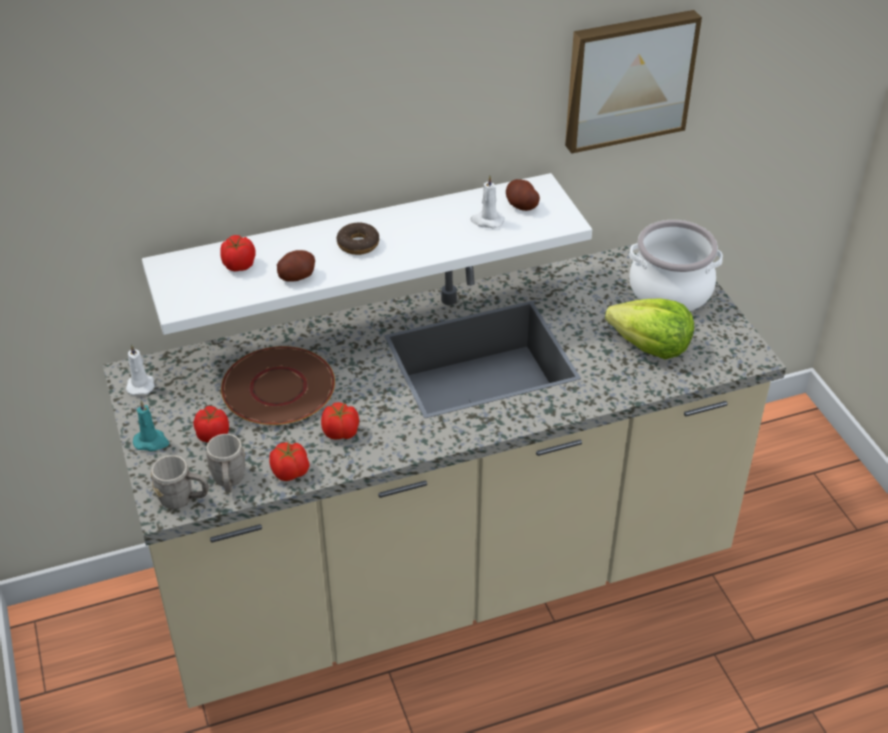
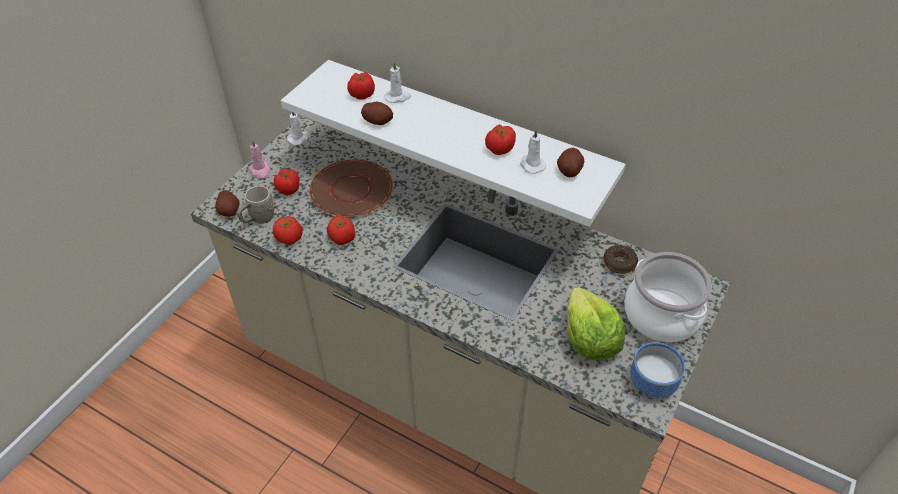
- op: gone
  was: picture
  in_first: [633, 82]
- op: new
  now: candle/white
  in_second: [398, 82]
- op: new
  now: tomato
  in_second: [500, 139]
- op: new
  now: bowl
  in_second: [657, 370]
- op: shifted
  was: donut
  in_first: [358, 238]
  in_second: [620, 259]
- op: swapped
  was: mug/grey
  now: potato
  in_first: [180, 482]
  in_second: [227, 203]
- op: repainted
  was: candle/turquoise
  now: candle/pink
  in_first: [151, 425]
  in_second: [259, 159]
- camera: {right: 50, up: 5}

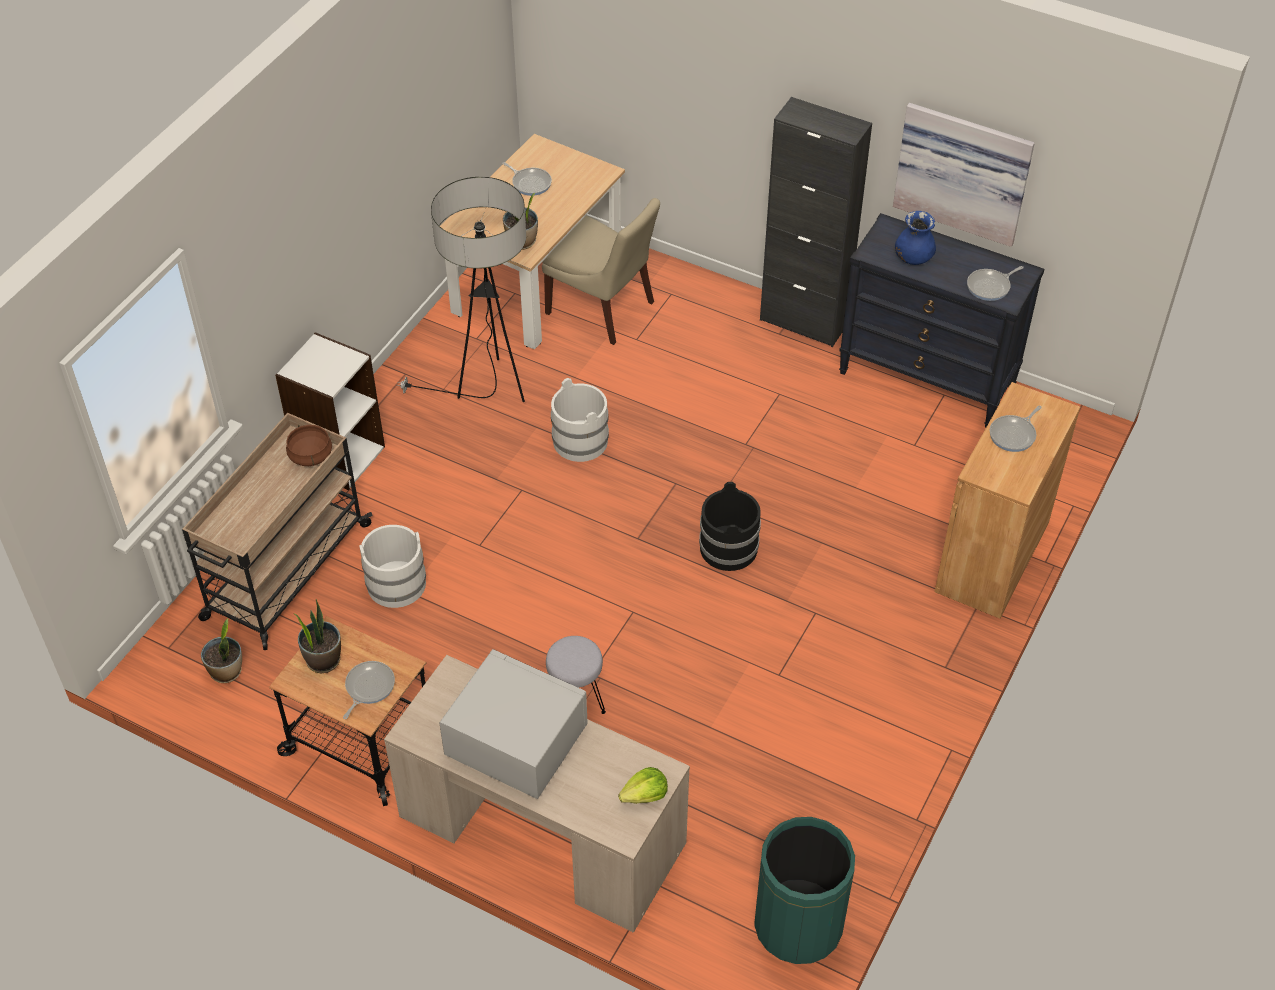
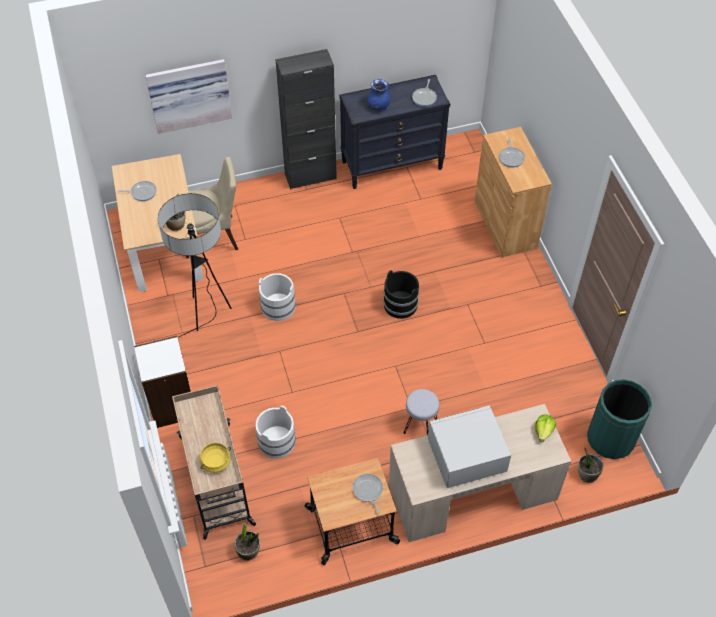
- op: gone
  was: cooking pot/brown
  in_first: [309, 445]
- op: new
  now: cooking pot/yellow
  in_second: [215, 457]
- op: shifted
  was: potted plant
  in_first: [317, 636]
  in_second: [590, 465]
- op: shifted
  was: picture
  in_first: [964, 175]
  in_second: [188, 96]
- camera: {right: -45, up: 5}

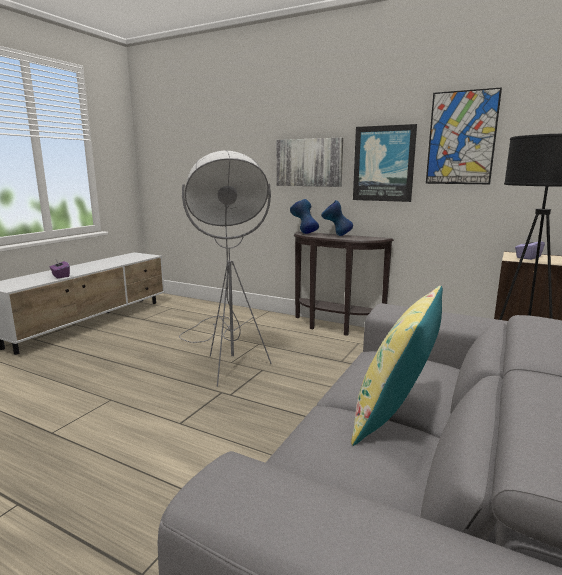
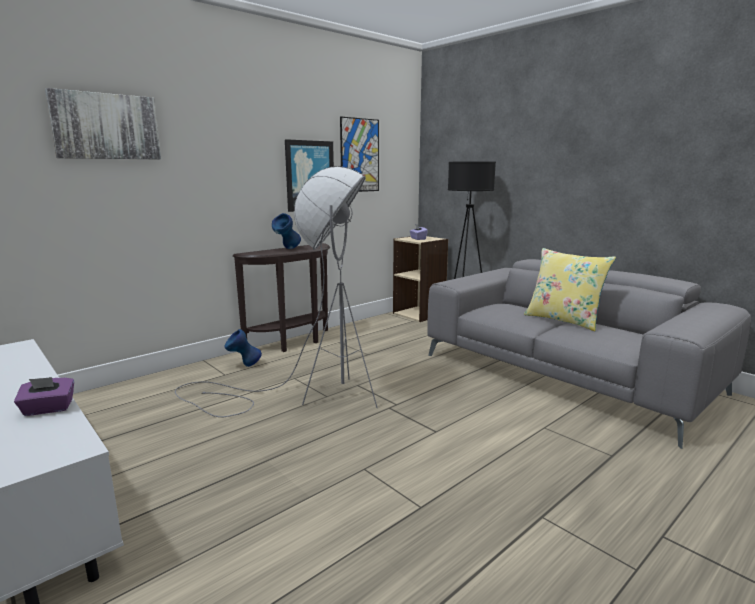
- op: shifted
  was: picture
  in_first: [309, 162]
  in_second: [103, 123]
- op: shifted
  was: vase/blue
  in_first: [304, 216]
  in_second: [243, 348]
- camera: {right: -70, up: 0}

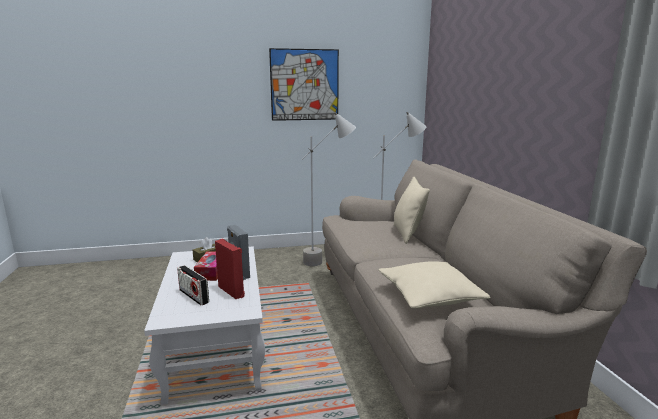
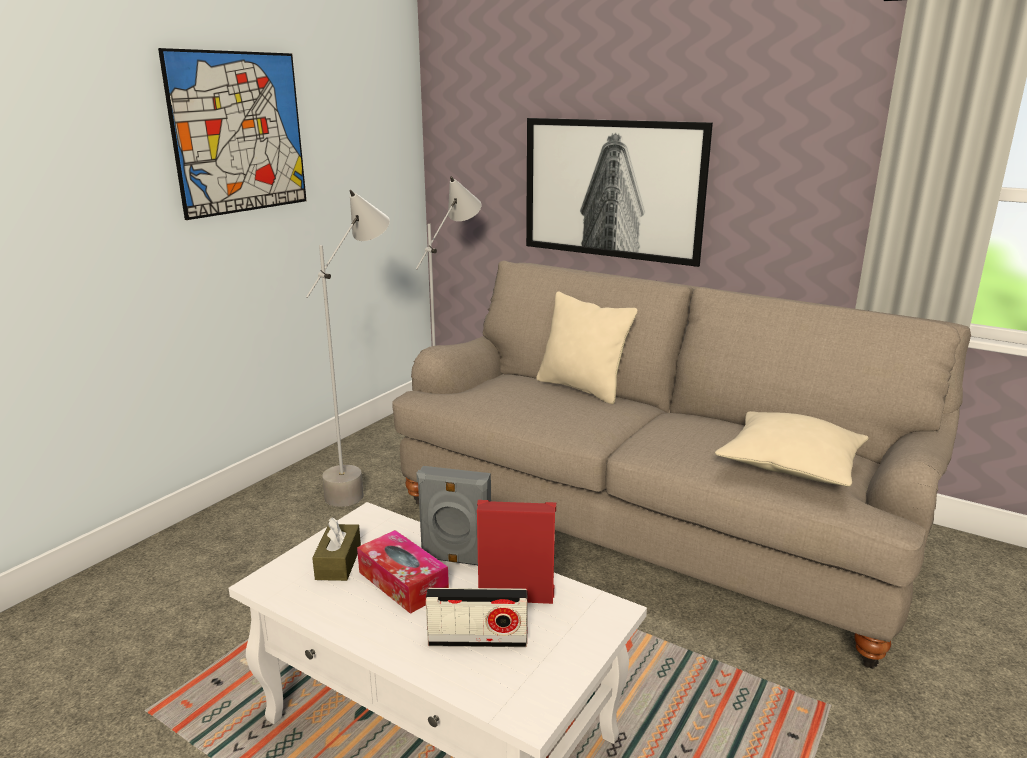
- op: new
  now: picture
  in_second: [619, 192]
- camera: {right: -45, up: 5}

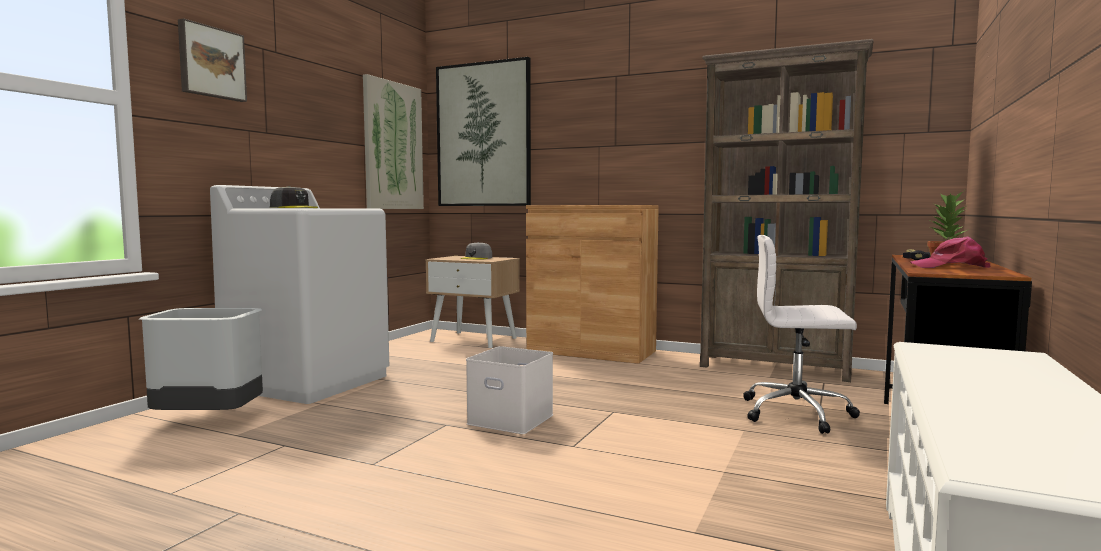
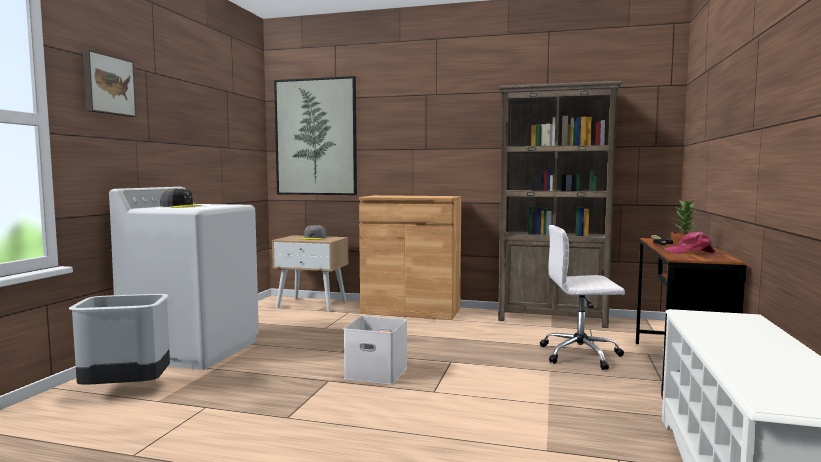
- op: gone
  was: picture
  in_first: [393, 141]
- camera: {right: -10, up: 0}

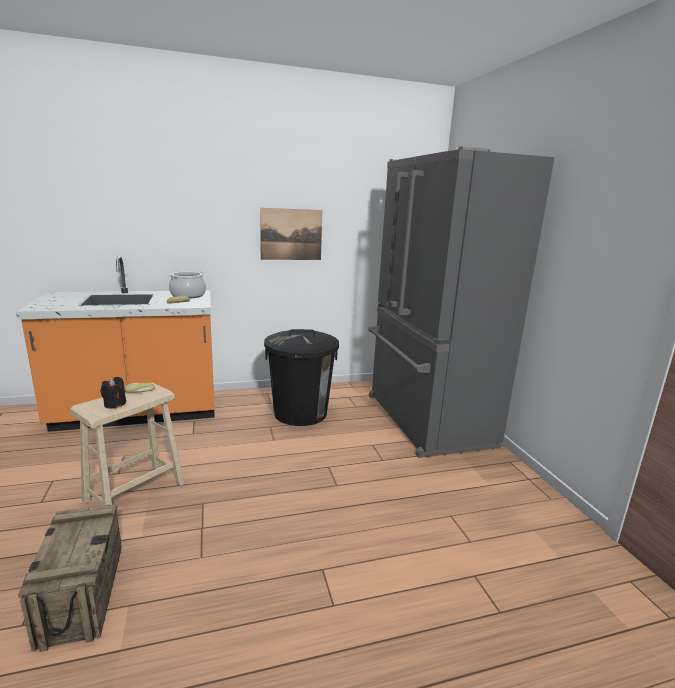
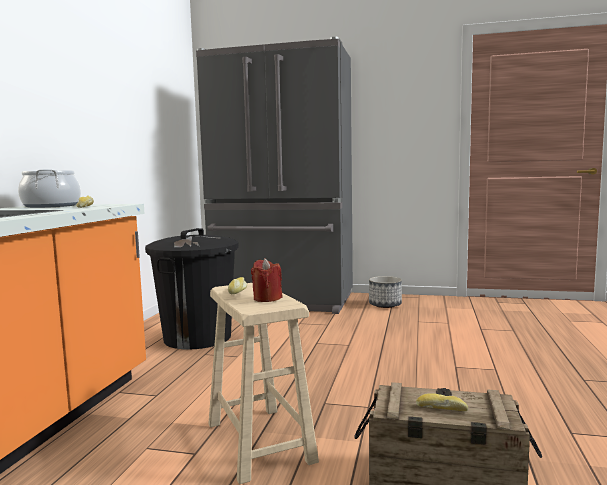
- op: gone
  was: picture
  in_first: [291, 234]
- op: new
  now: planter
  in_second: [385, 292]
- op: new
  now: bread
  in_second: [442, 402]
- op: repainted
  was: candle/black
  now: candle/red
  in_first: [113, 393]
  in_second: [266, 280]
- camera: {right: -60, up: -10}

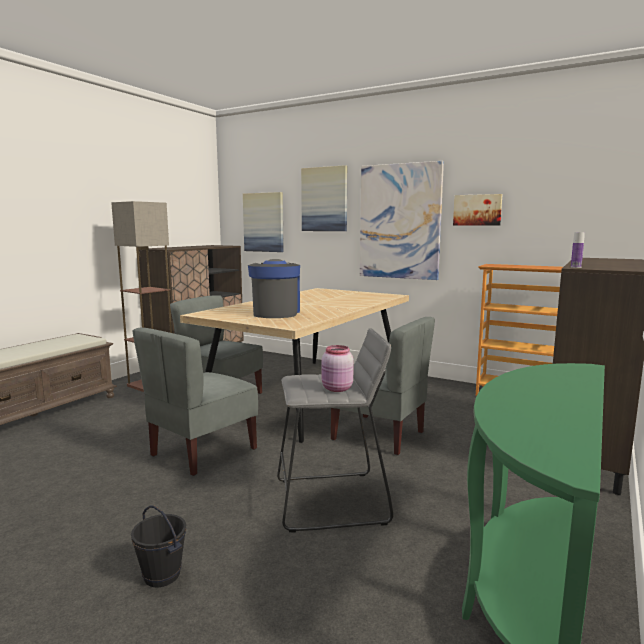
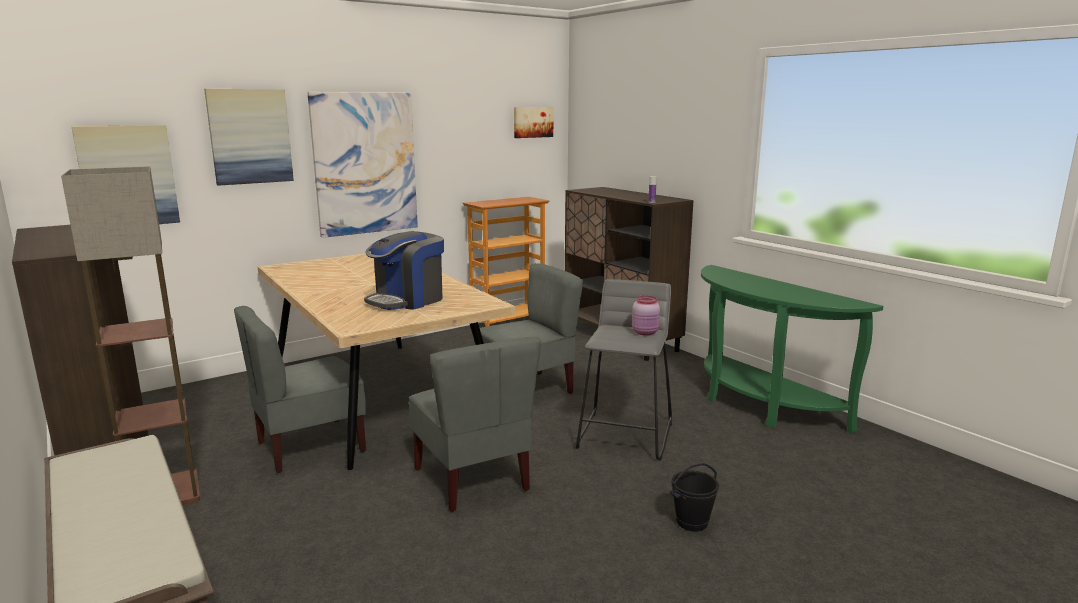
- op: shifted
  was: picture
  in_first: [478, 210]
  in_second: [533, 122]
- op: rotated
  was: coffee machine
  in_first: [274, 288]
  in_second: [404, 270]
  clockwise: -75
- camera: {right: -65, up: 5}

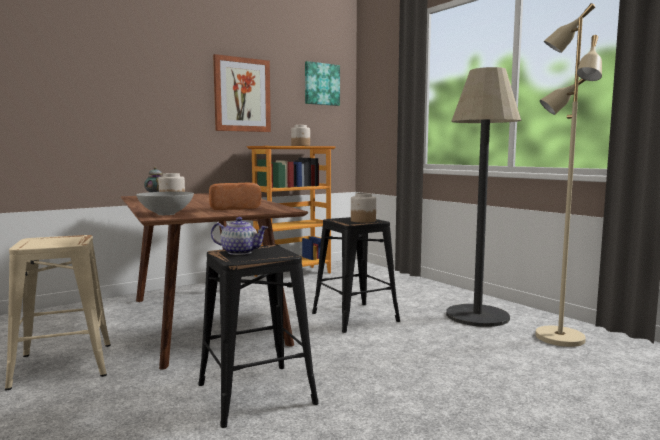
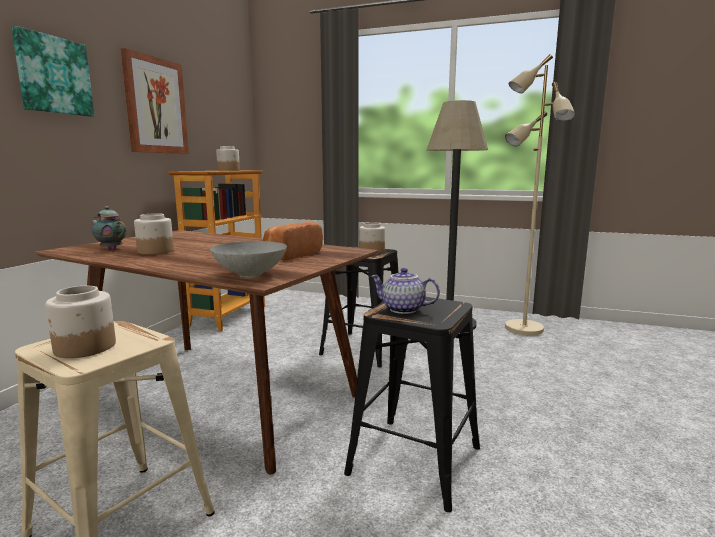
- op: new
  now: jar
  in_second: [80, 322]
- op: shifted
  was: picture
  in_first: [322, 83]
  in_second: [52, 71]
- op: rotated
  was: teapot
  in_first: [240, 236]
  in_second: [405, 291]
  clockwise: -135
- camera: {right: -35, up: 5}

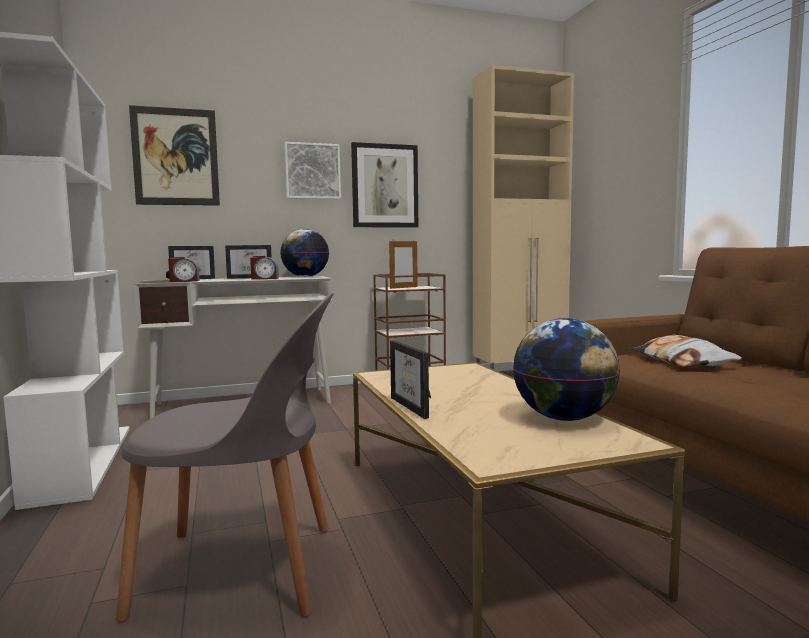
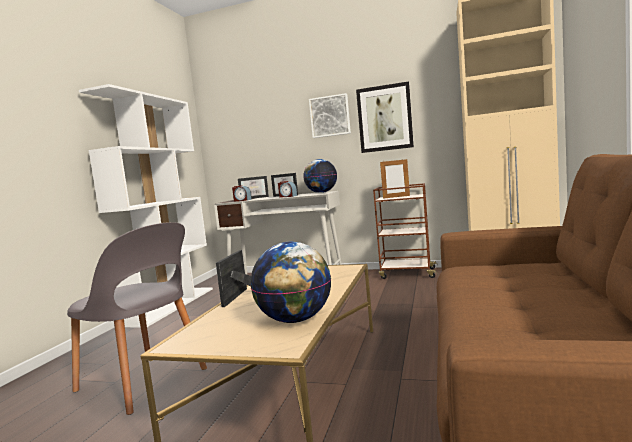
- op: gone
  was: picture
  in_first: [174, 155]
- op: gone
  was: pillow
  in_first: [686, 351]
- camera: {right: 35, up: 0}

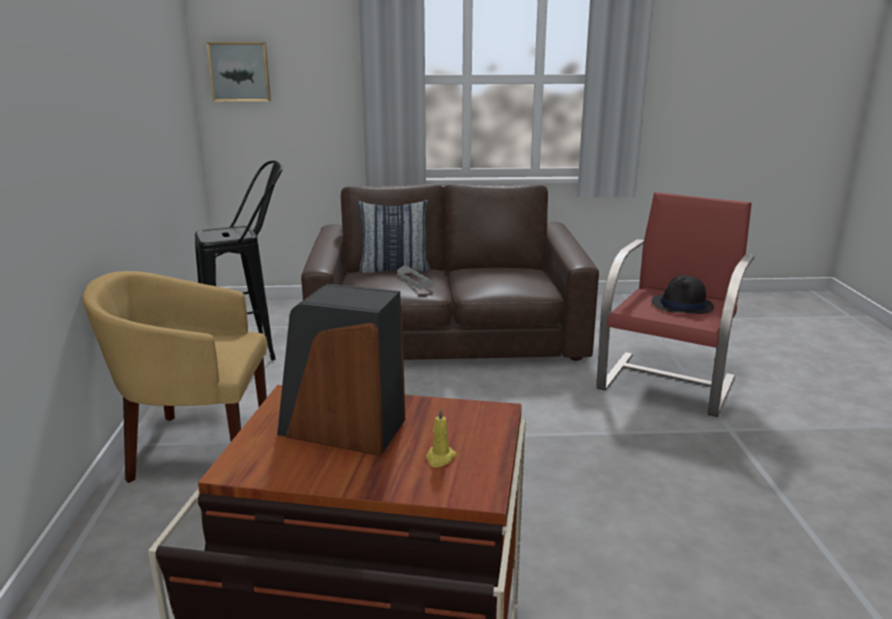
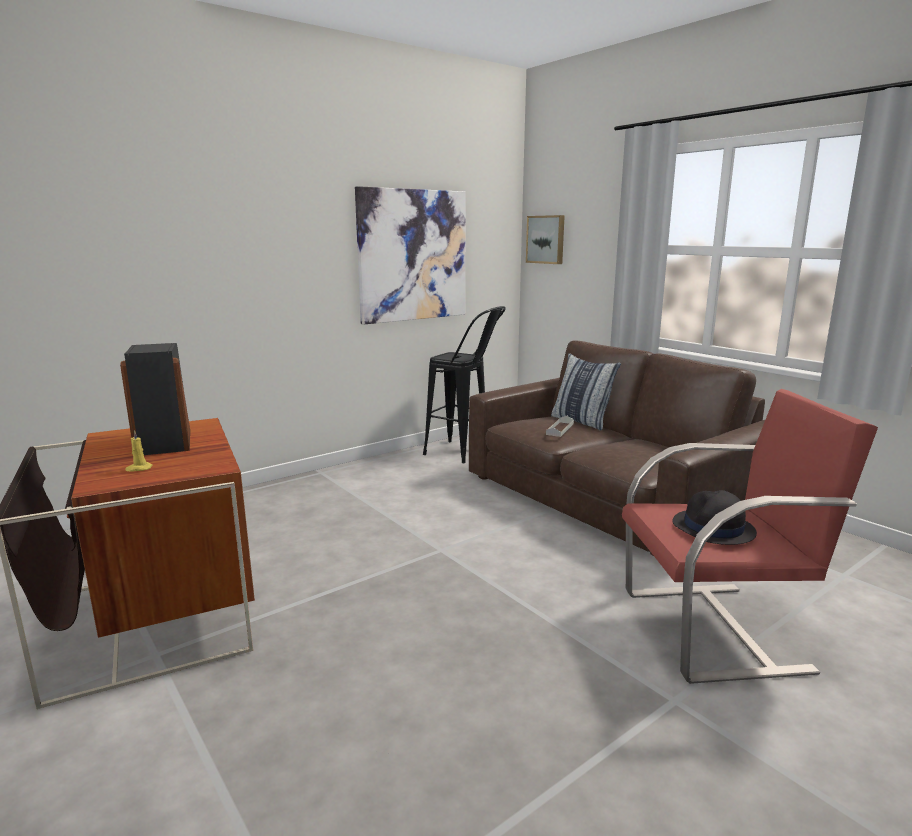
- op: gone
  was: armchair/yellow
  in_first: [175, 377]
- op: new
  now: picture
  in_second: [410, 255]
- camera: {right: 55, up: -5}

